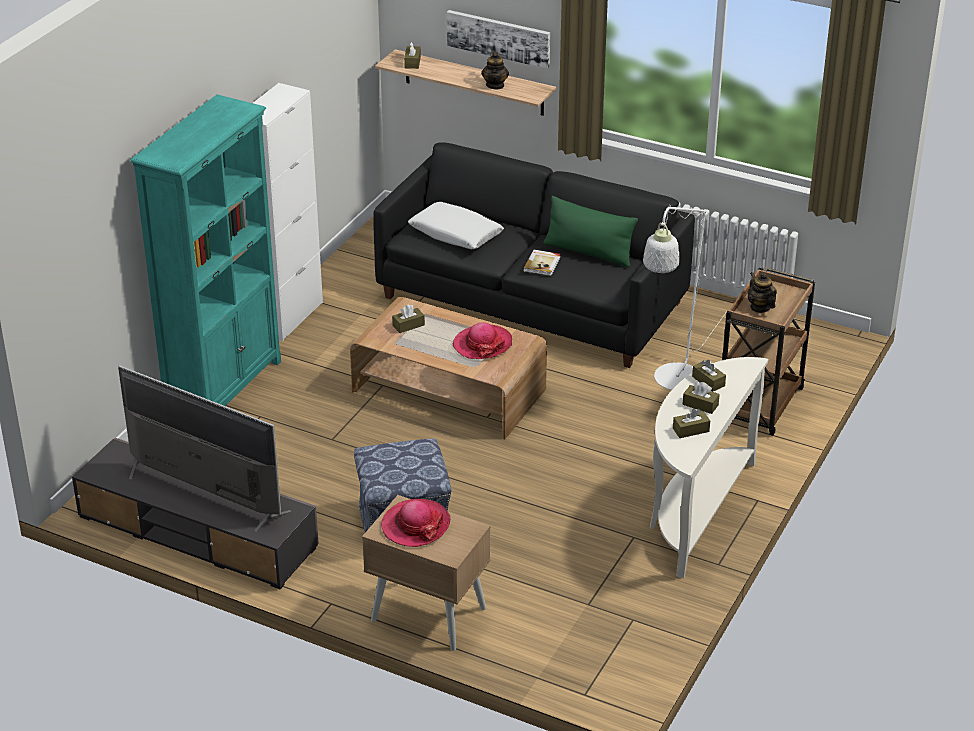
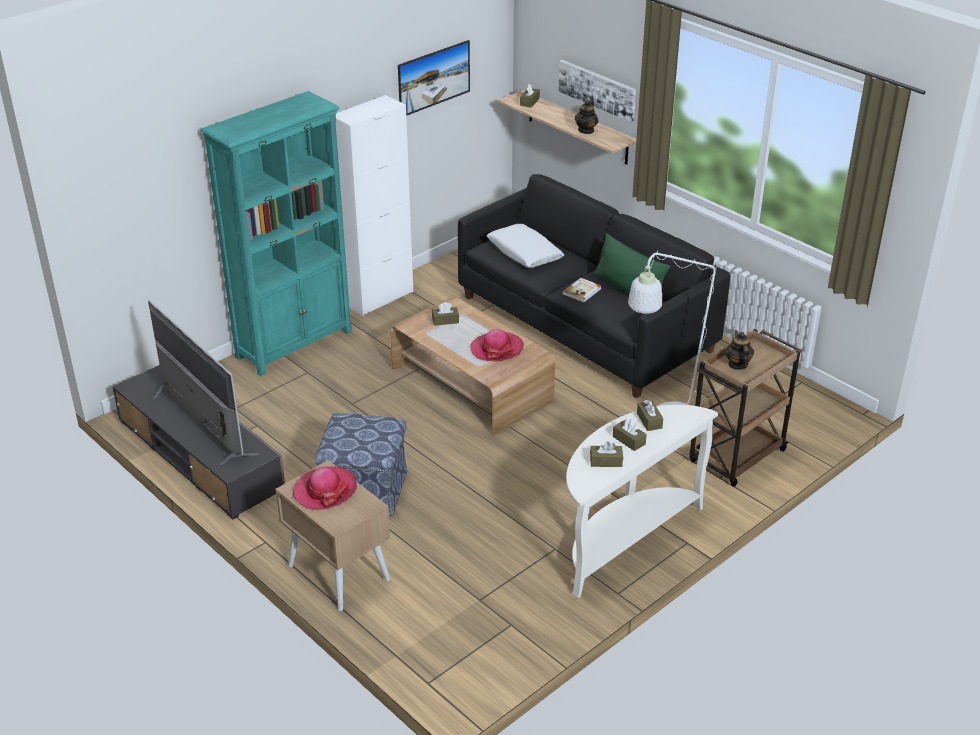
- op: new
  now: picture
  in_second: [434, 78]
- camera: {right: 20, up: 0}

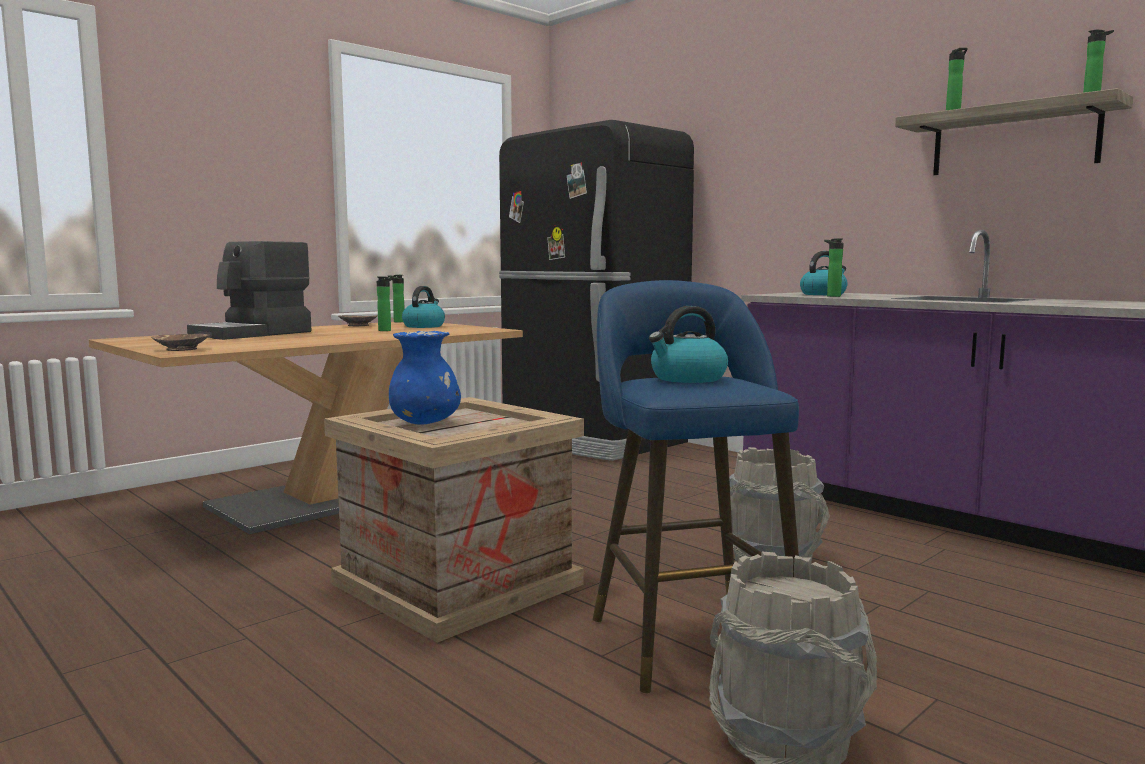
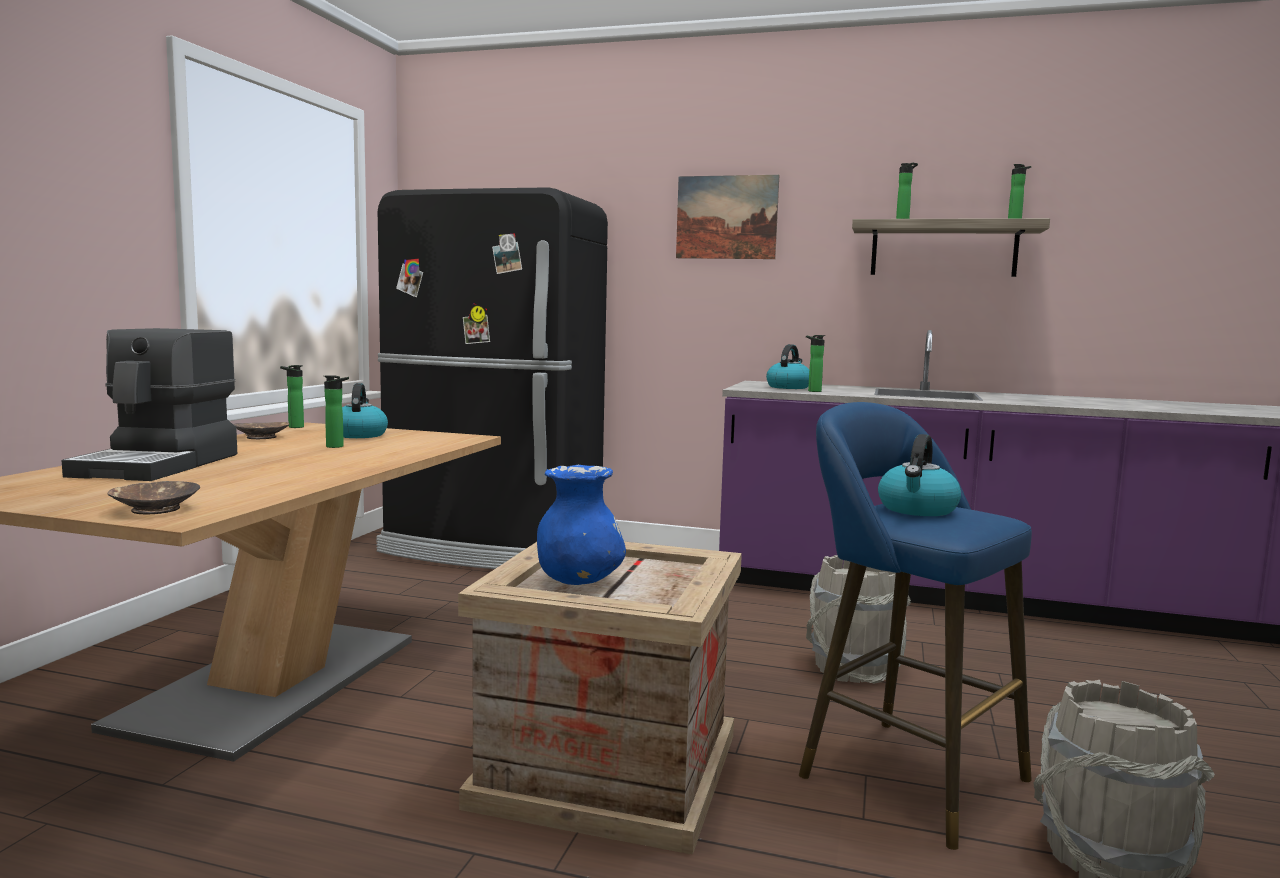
- op: new
  now: picture
  in_second: [727, 217]
- camera: {right: -30, up: 0}

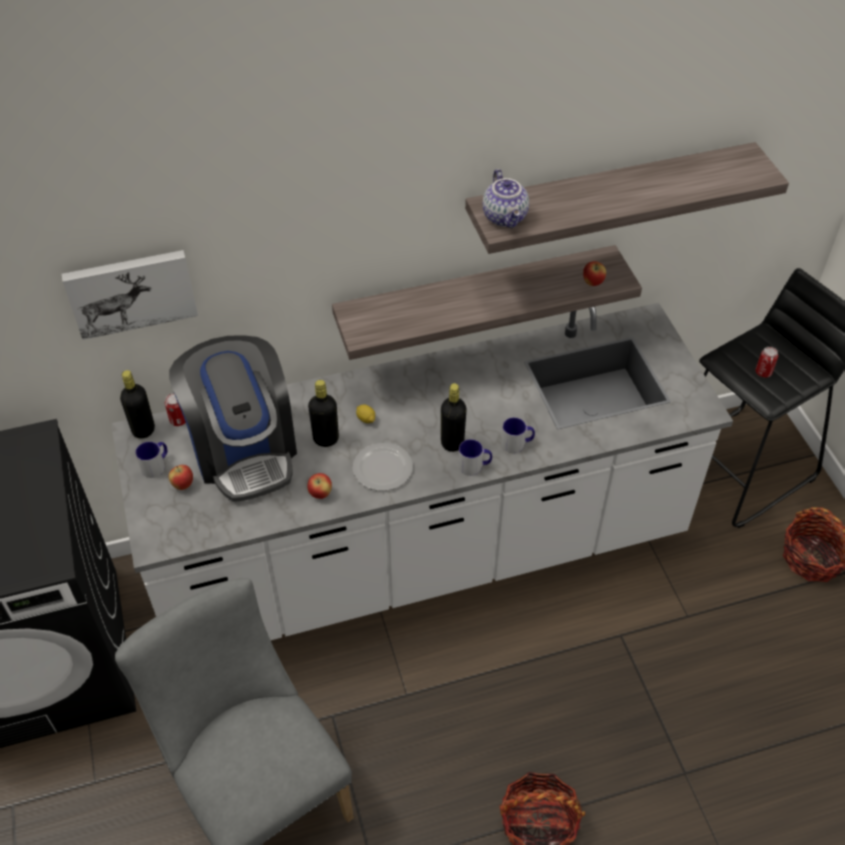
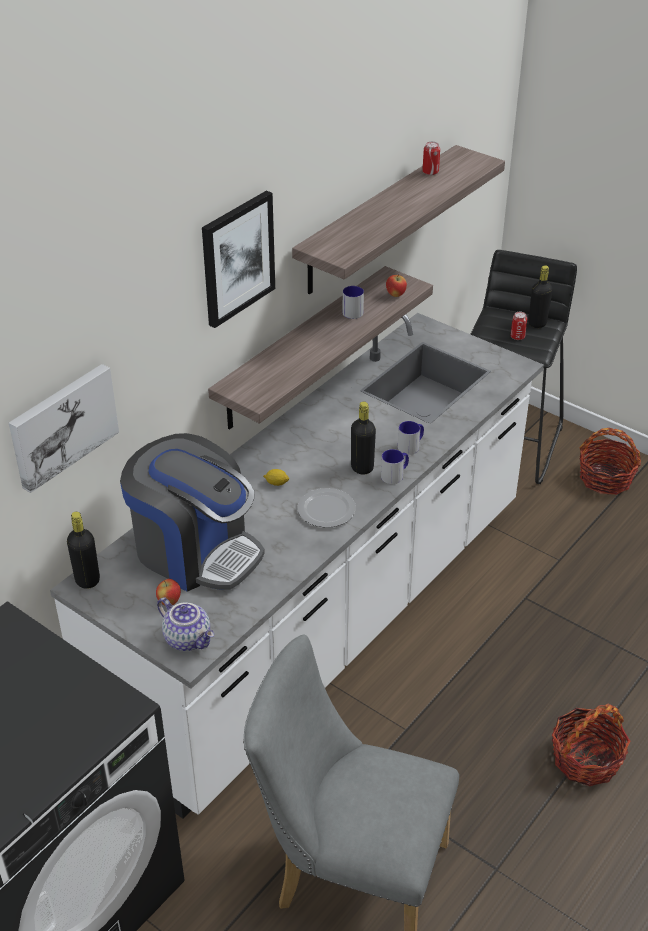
- op: gone
  was: apple
  in_first: [319, 486]
- op: new
  now: picture
  in_second: [238, 259]
- op: shifted
  was: mug
  in_first: [151, 460]
  in_second: [353, 302]
- op: shifted
  was: can
  in_first: [175, 409]
  in_second: [431, 158]
- op: shifted
  was: bottle/black
  in_first: [323, 413]
  in_second: [540, 296]
- op: shifted
  was: teapot
  in_first: [506, 198]
  in_second: [185, 624]
- camera: {right: -35, up: -10}

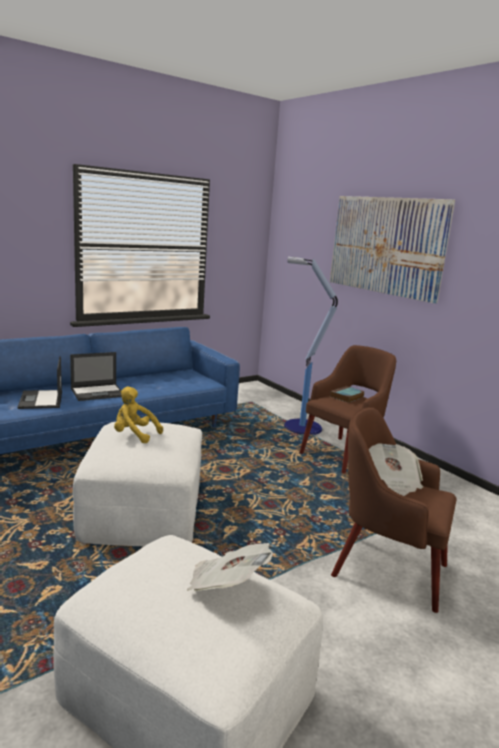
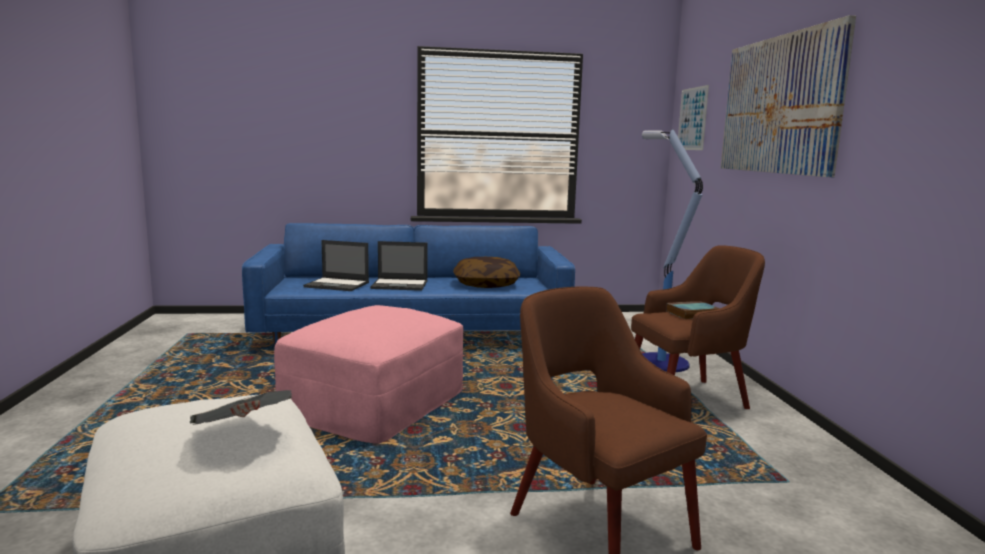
- op: gone
  was: plush toy/yellow
  in_first: [138, 414]
- op: gone
  was: newspaper
  in_first: [396, 469]
- op: new
  now: pillow
  in_second: [486, 272]
- op: new
  now: picture
  in_second: [693, 117]
- op: repainted
  was: ottoman/white
  now: ottoman/pink
  in_first: [137, 483]
  in_second: [368, 374]
- op: rotated
  was: laptop
  in_first: [40, 382]
  in_second: [336, 265]
  clockwise: -90
- camera: {right: 30, up: -5}

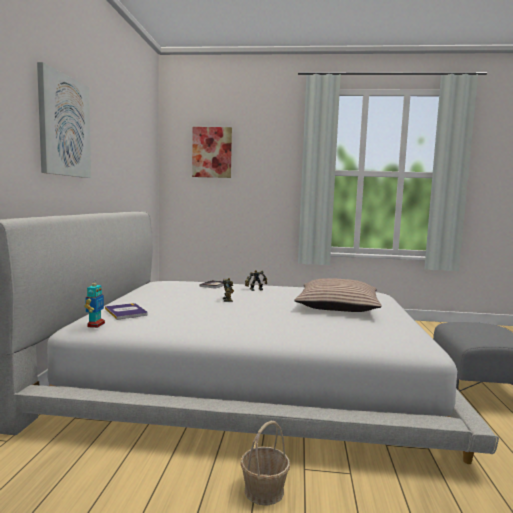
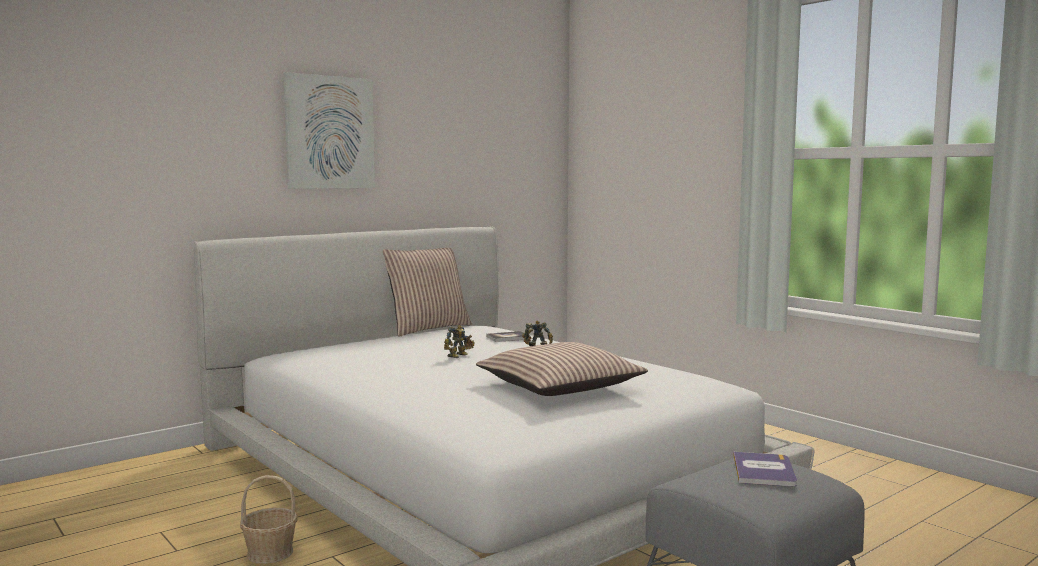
- op: gone
  was: toy robot
  in_first: [95, 303]
- op: gone
  was: picture
  in_first: [212, 152]
- op: new
  now: pillow
  in_second: [427, 292]
- op: shifted
  was: book
  in_first: [126, 311]
  in_second: [765, 469]
- camera: {right: 45, up: 0}

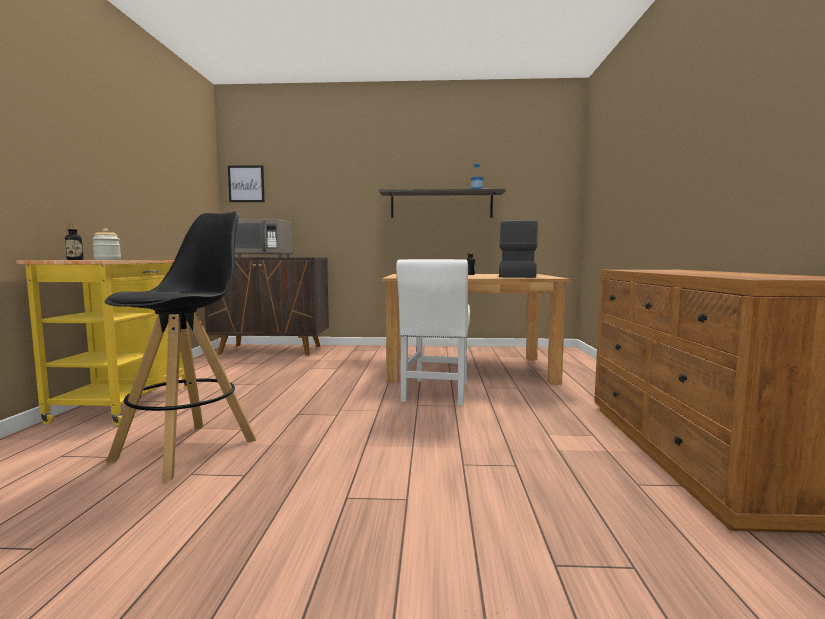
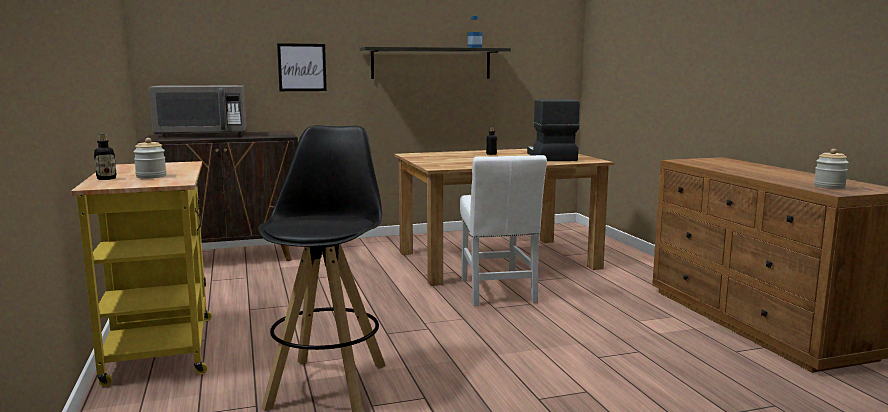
- op: new
  now: jar
  in_second: [831, 169]
- op: shifted
  was: picture
  in_first: [246, 183]
  in_second: [302, 67]
- camera: {right: -20, up: 5}

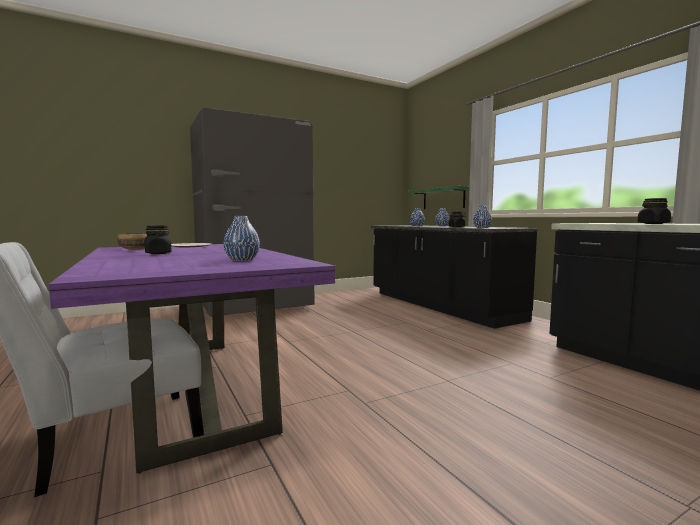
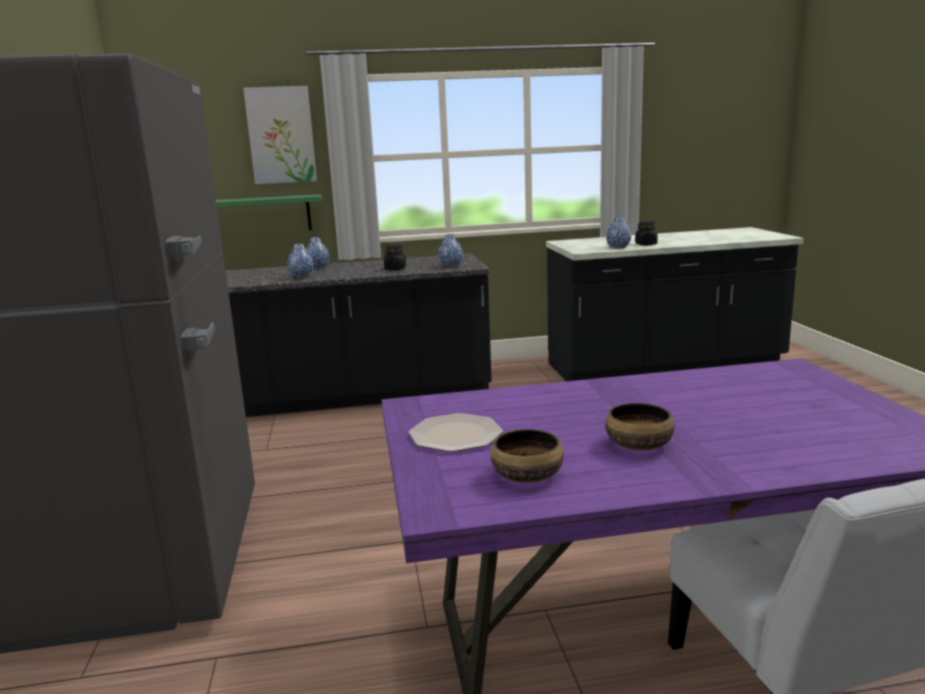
- op: new
  now: picture
  in_second: [280, 135]
- op: shifted
  was: vase/blue
  in_first: [241, 238]
  in_second: [618, 232]
- op: swapped
  was: jar/black
  now: bowl
  in_first: [158, 240]
  in_second: [640, 427]
- camera: {right: -70, up: 10}

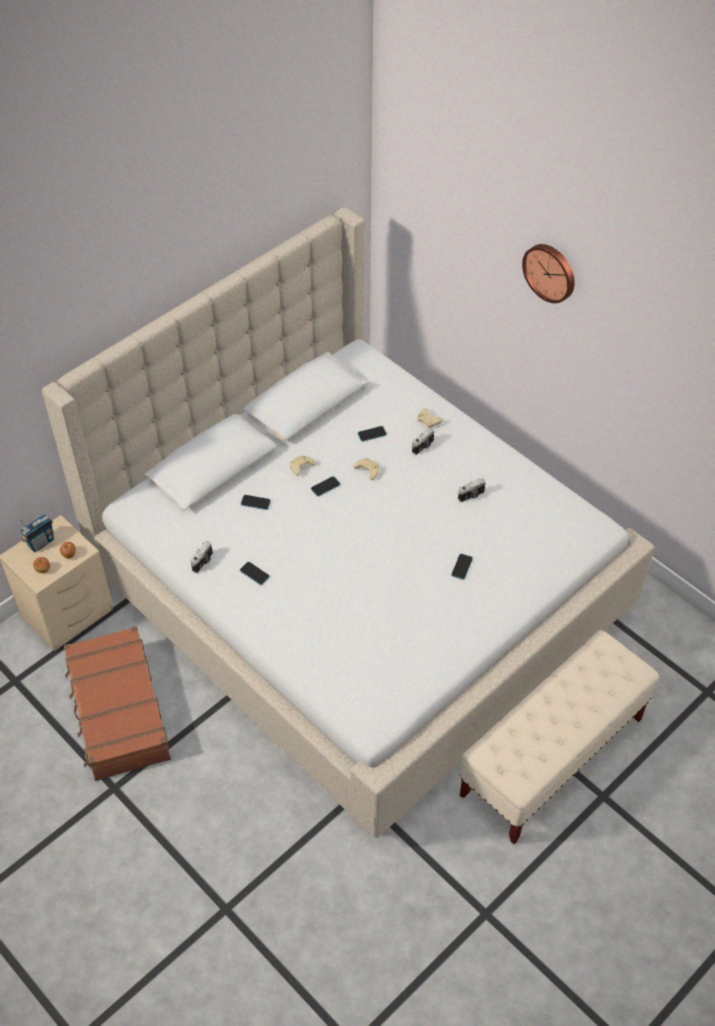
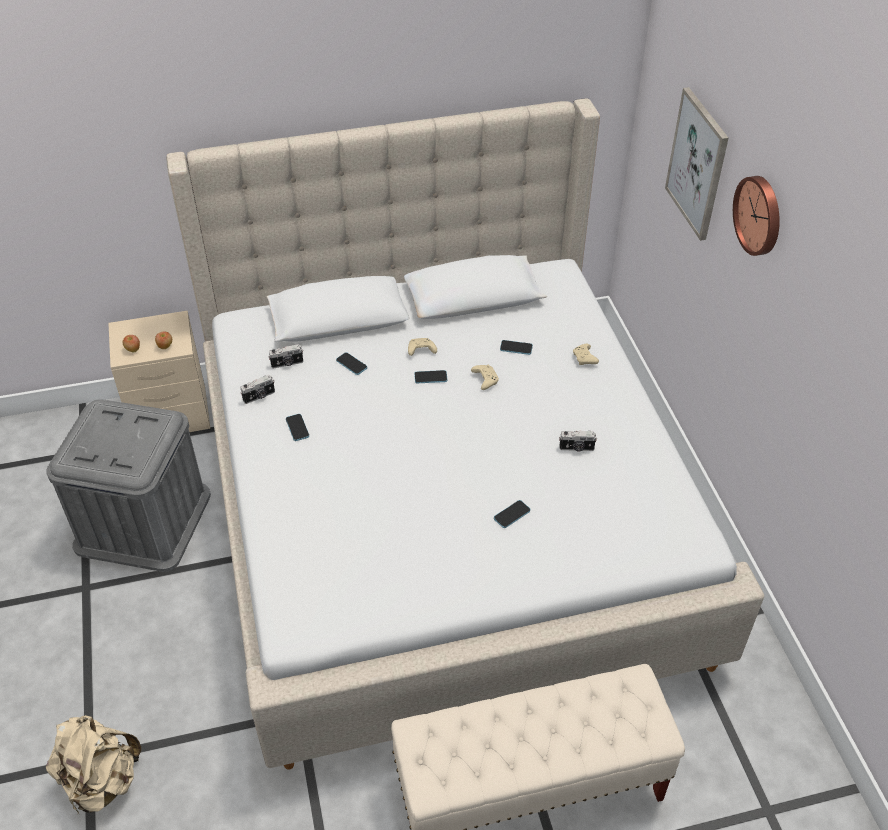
- op: gone
  was: radio
  in_first: [36, 533]
- op: new
  now: backpack/beige
  in_second: [93, 764]
- op: new
  now: picture
  in_second: [697, 164]
- op: shifted
  was: photo camera
  in_first: [423, 441]
  in_second: [285, 356]
- op: swapped
  was: suitcase/brown
  now: storage box/grey
  in_first: [117, 703]
  in_second: [128, 485]
- camera: {right: 30, up: -5}

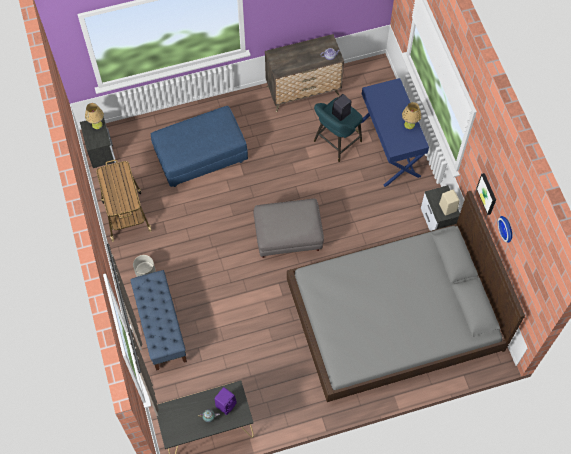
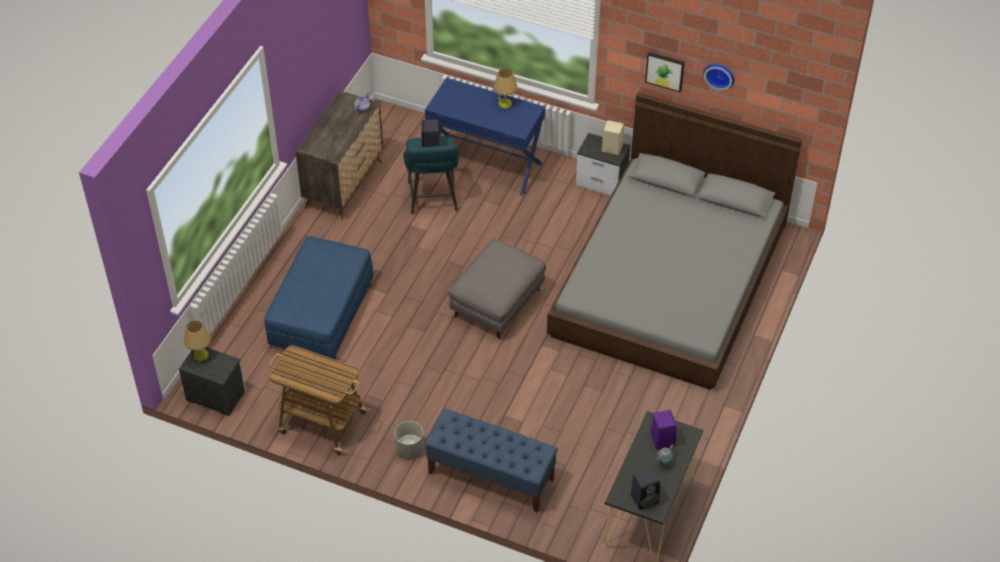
- op: new
  now: speaker/black
  in_second: [645, 489]
- camera: {right: -50, up: -15}

